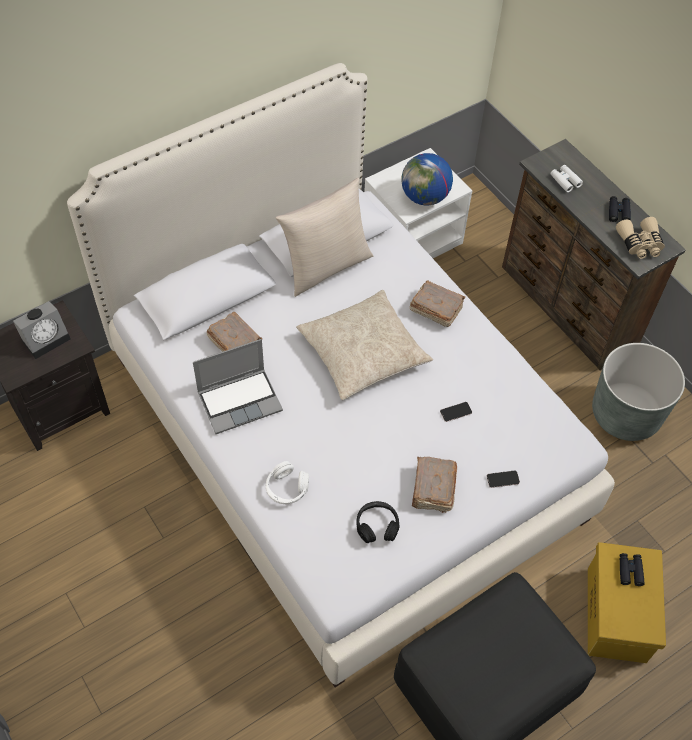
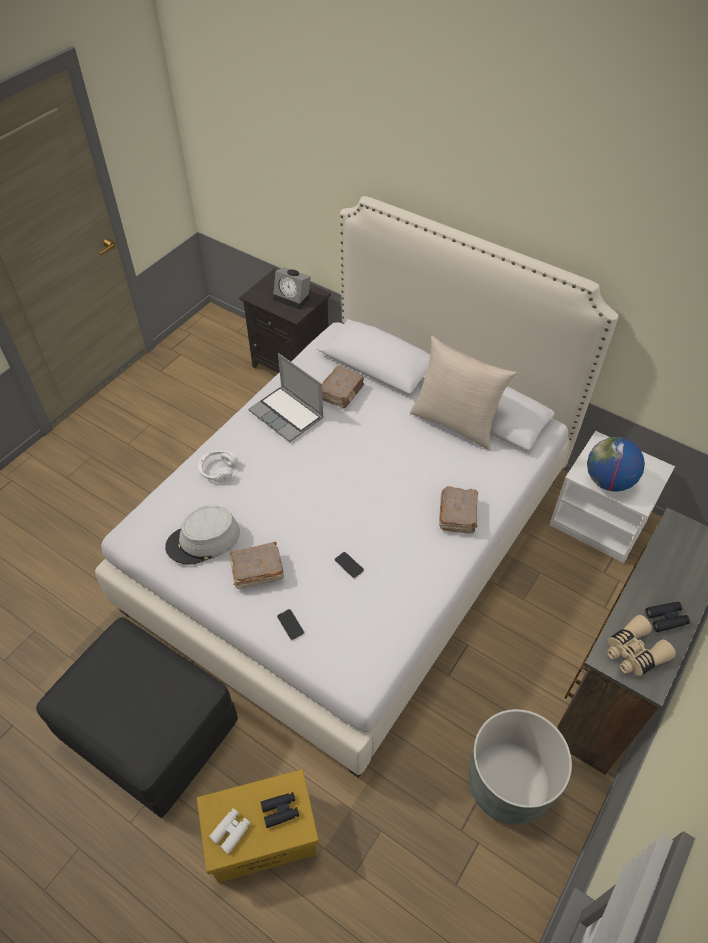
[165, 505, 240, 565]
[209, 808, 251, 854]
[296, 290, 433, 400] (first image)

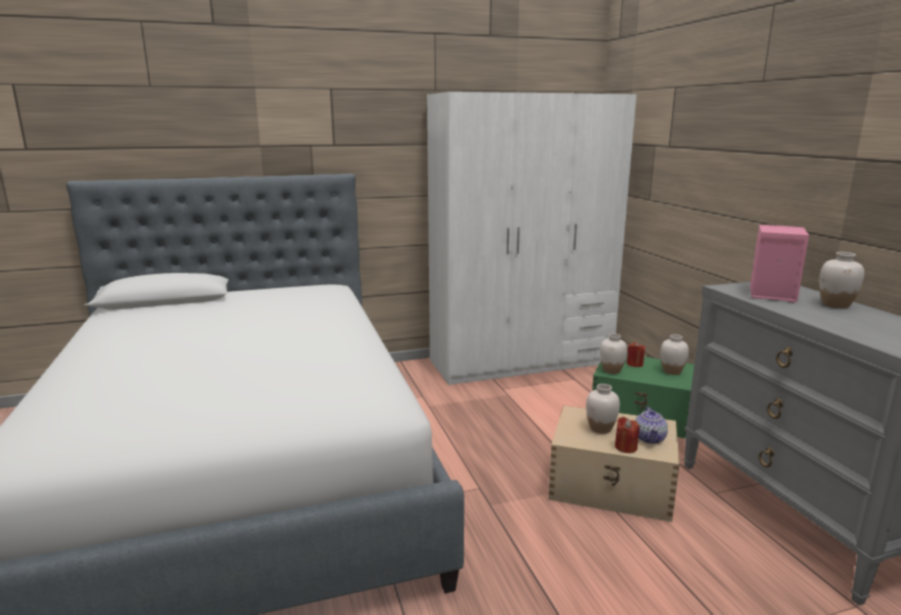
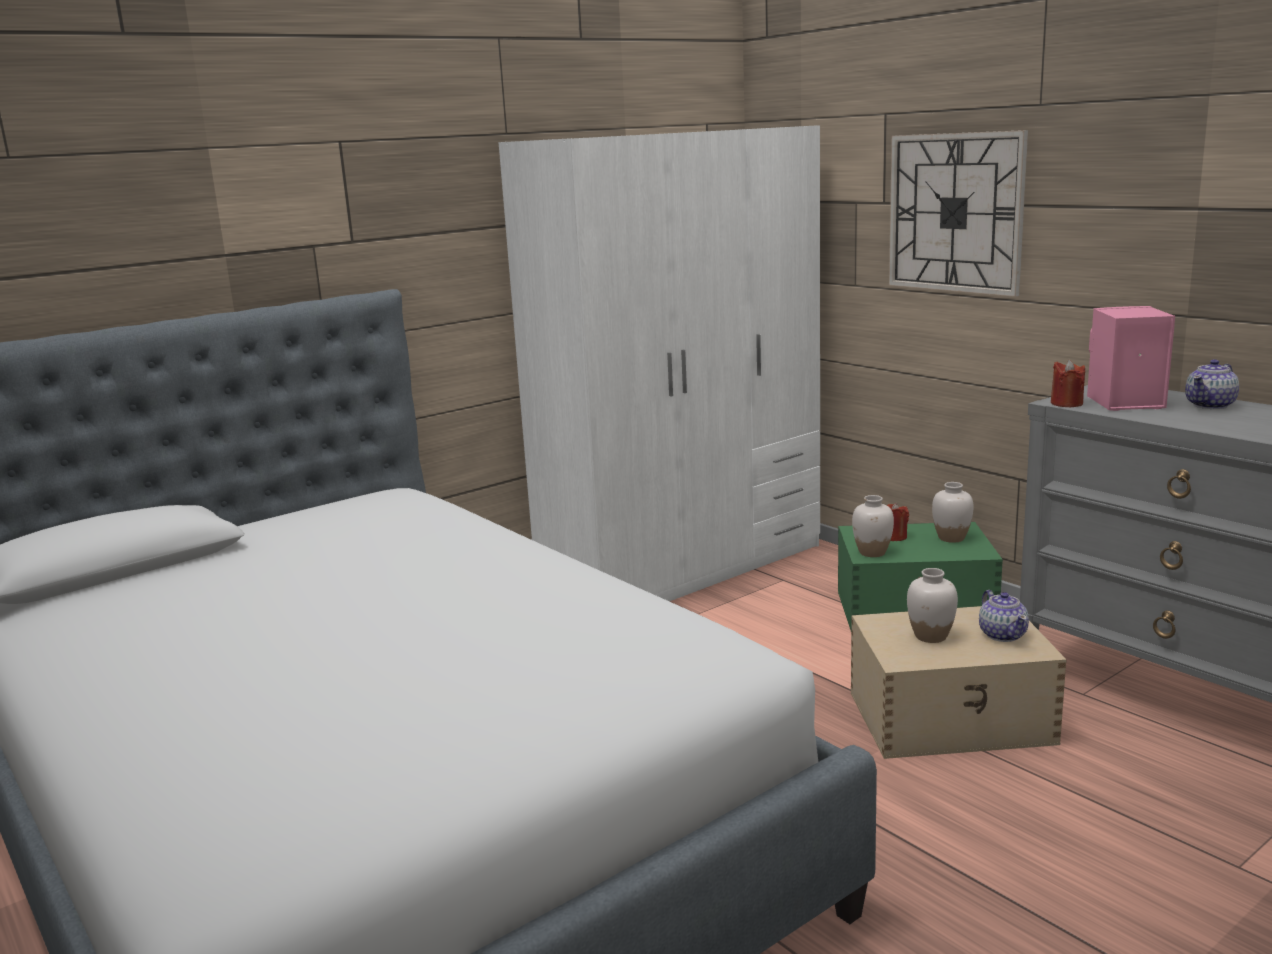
[889, 130, 1028, 297]
[1051, 360, 1085, 407]
[1185, 359, 1239, 409]

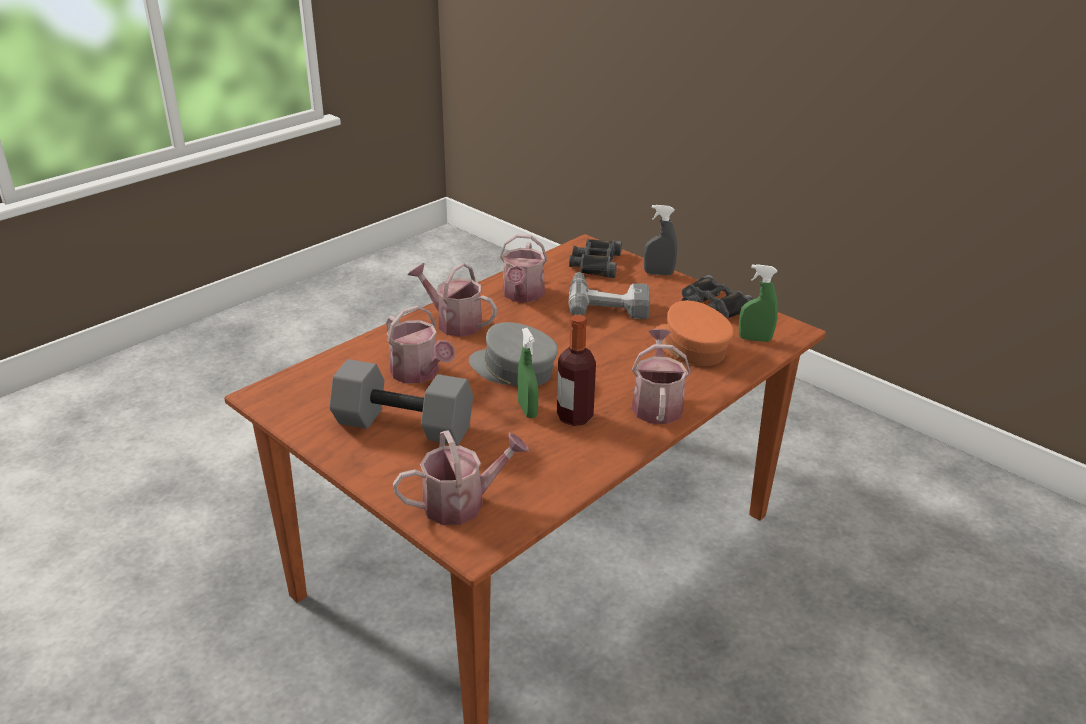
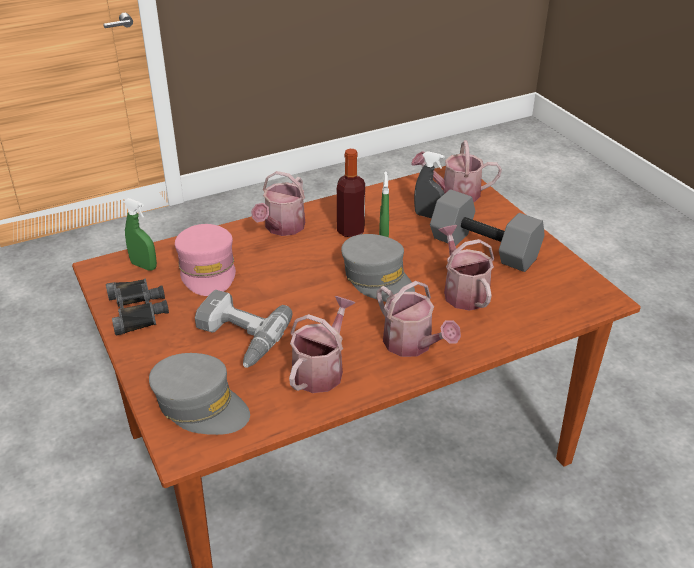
[149, 353, 250, 435]
[175, 224, 236, 296]
[414, 151, 445, 218]

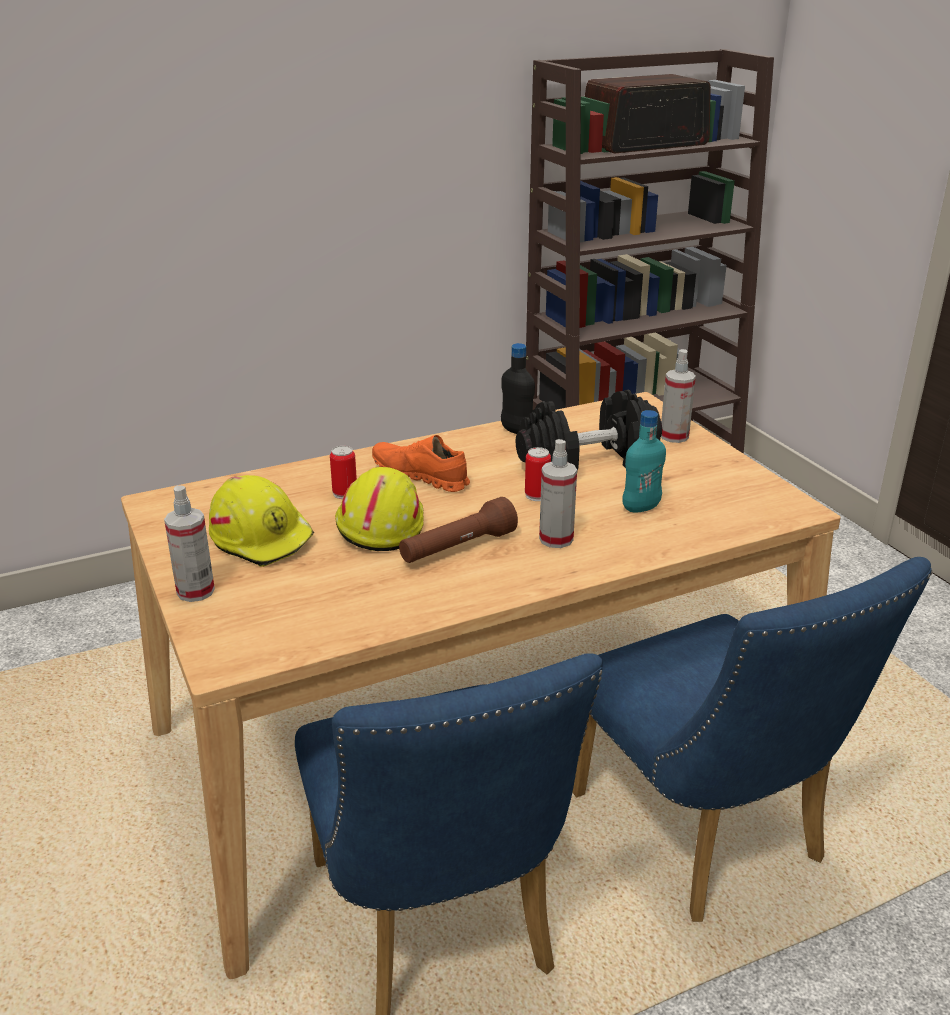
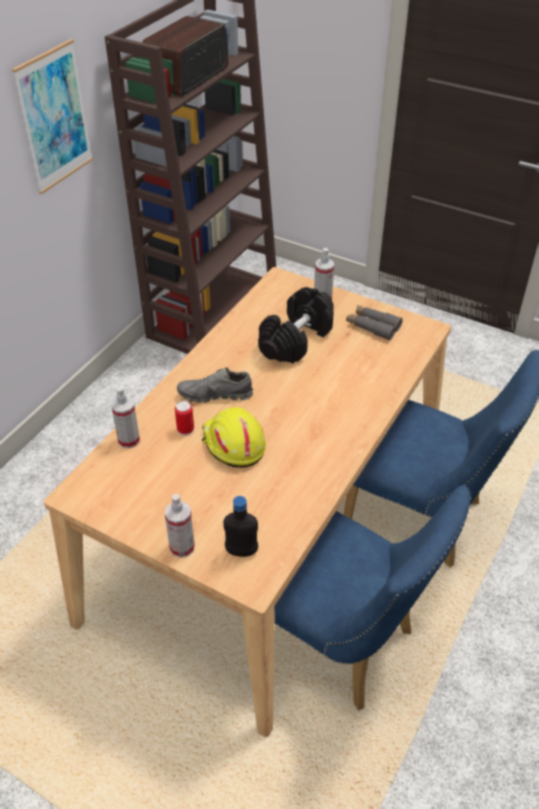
[12, 39, 93, 194]
[111, 387, 140, 449]
[177, 367, 253, 403]
[223, 496, 258, 557]
[346, 305, 403, 340]
[209, 475, 314, 567] (first image)
[399, 497, 518, 563] (first image)
[525, 447, 551, 501] (first image)
[622, 410, 666, 512] (first image)

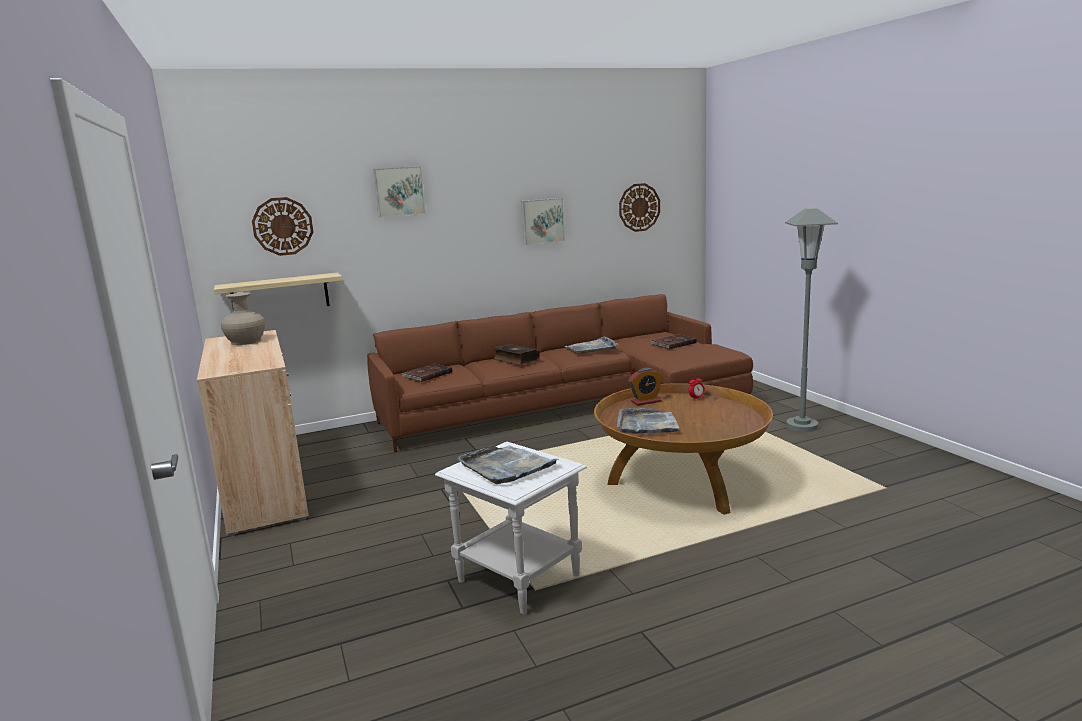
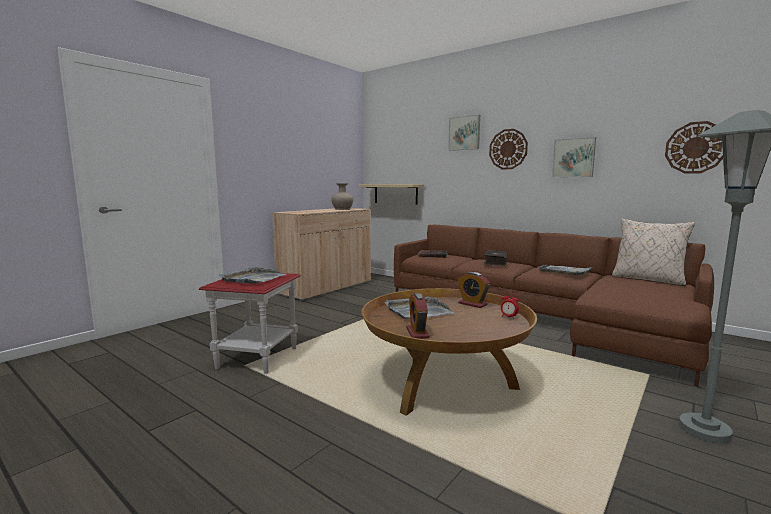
[199, 273, 301, 374]
[406, 293, 430, 339]
[489, 129, 528, 169]
[612, 219, 695, 286]
[651, 334, 697, 349] (first image)

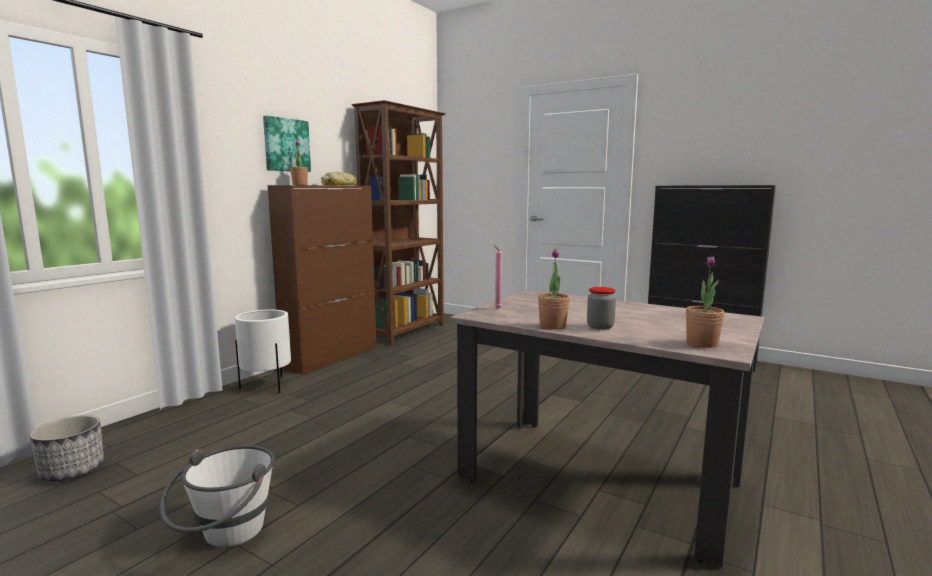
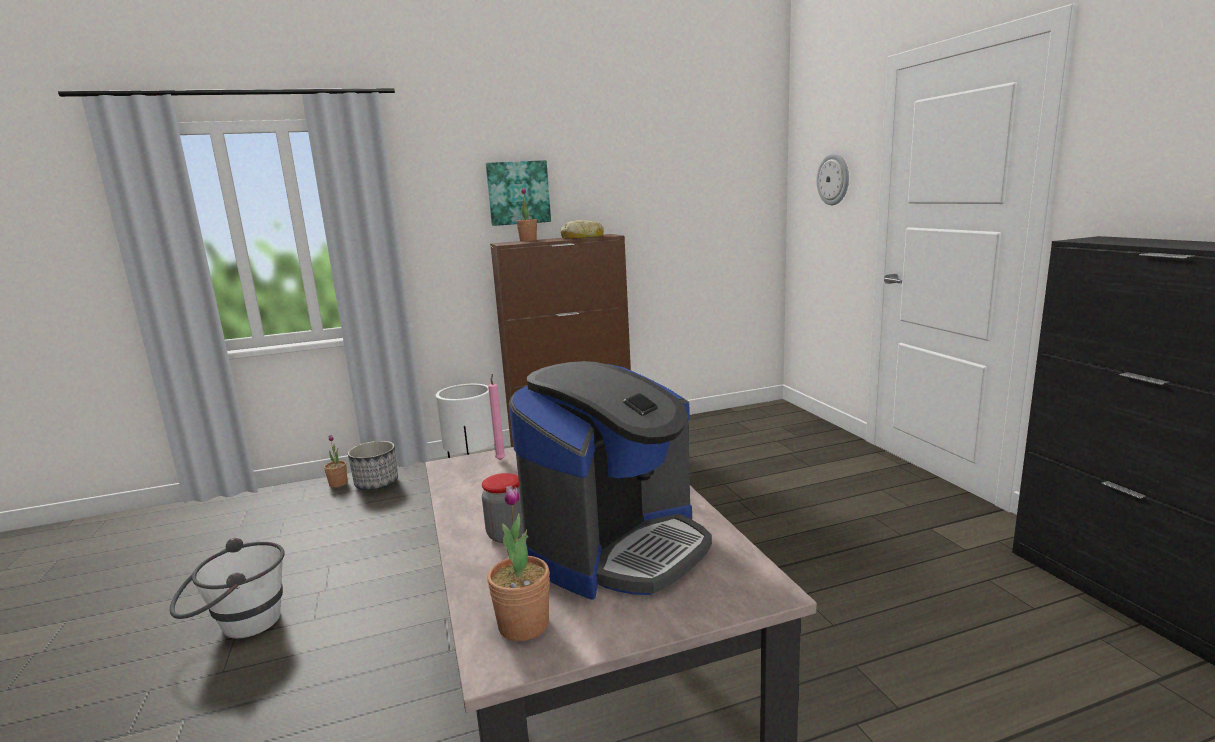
[324, 435, 348, 488]
[348, 441, 398, 490]
[509, 361, 712, 599]
[816, 153, 849, 205]
[352, 100, 446, 345] (first image)

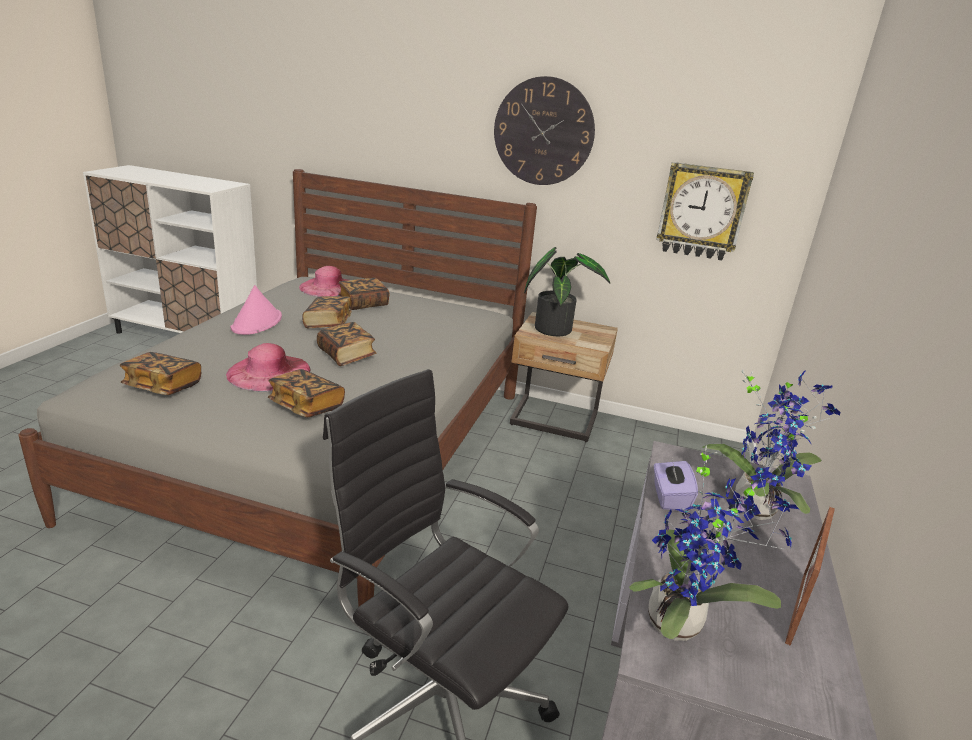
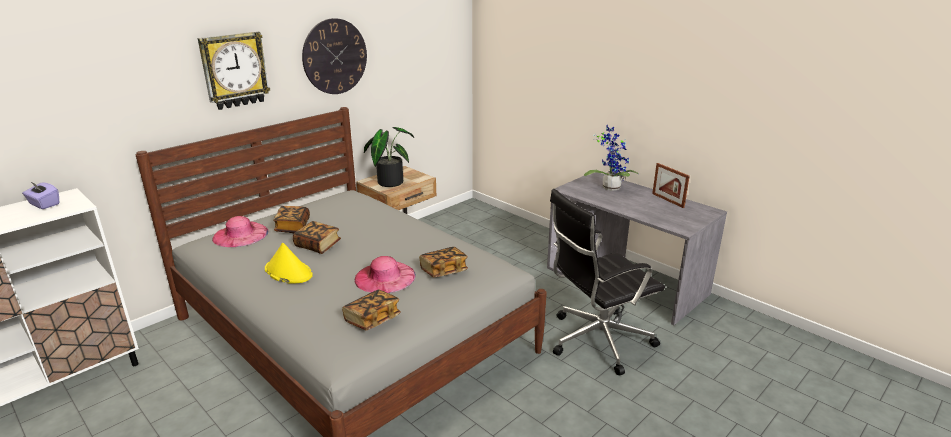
[22, 181, 59, 209]
[198, 32, 270, 110]
[265, 243, 313, 284]
[317, 322, 376, 366] (first image)
[629, 445, 799, 641] (first image)

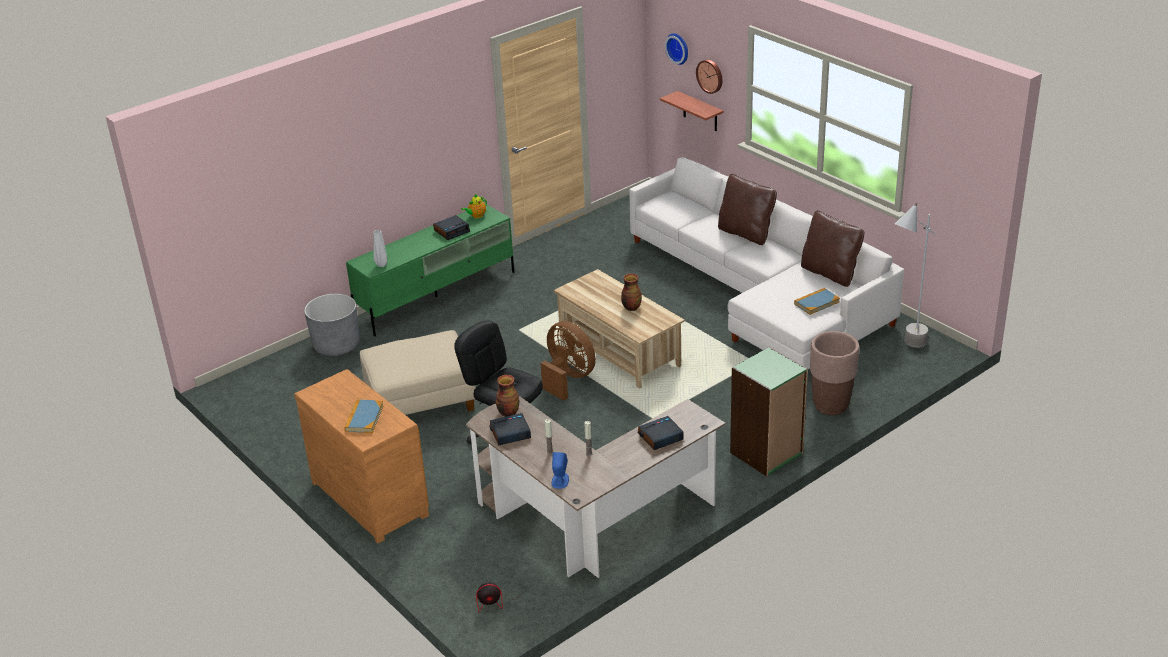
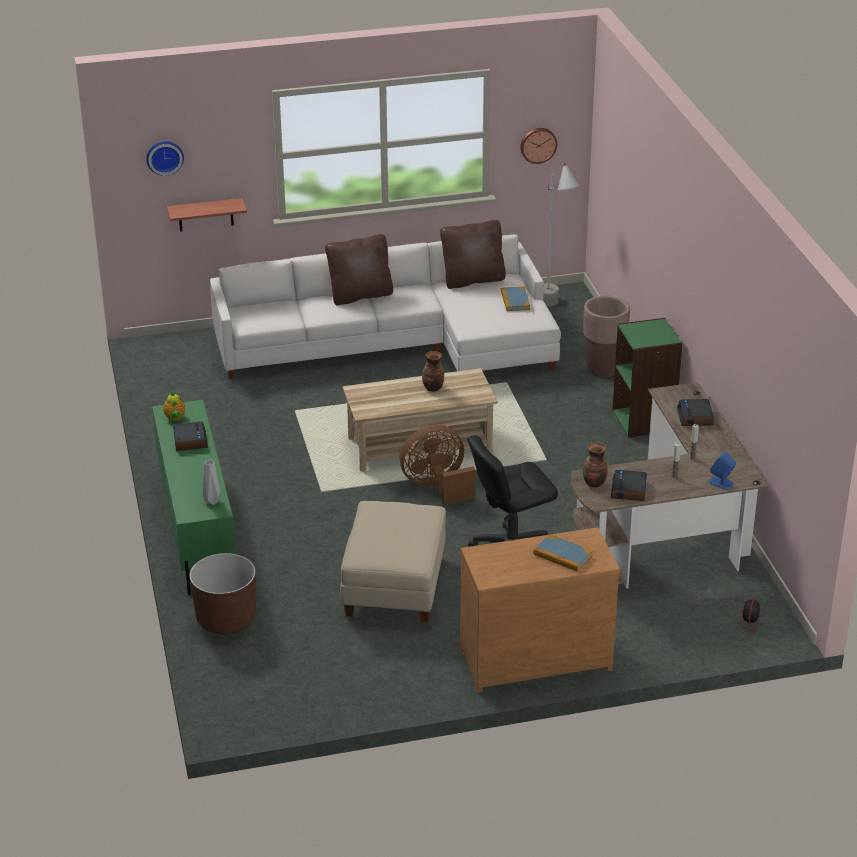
[189, 553, 256, 635]
[520, 128, 557, 164]

